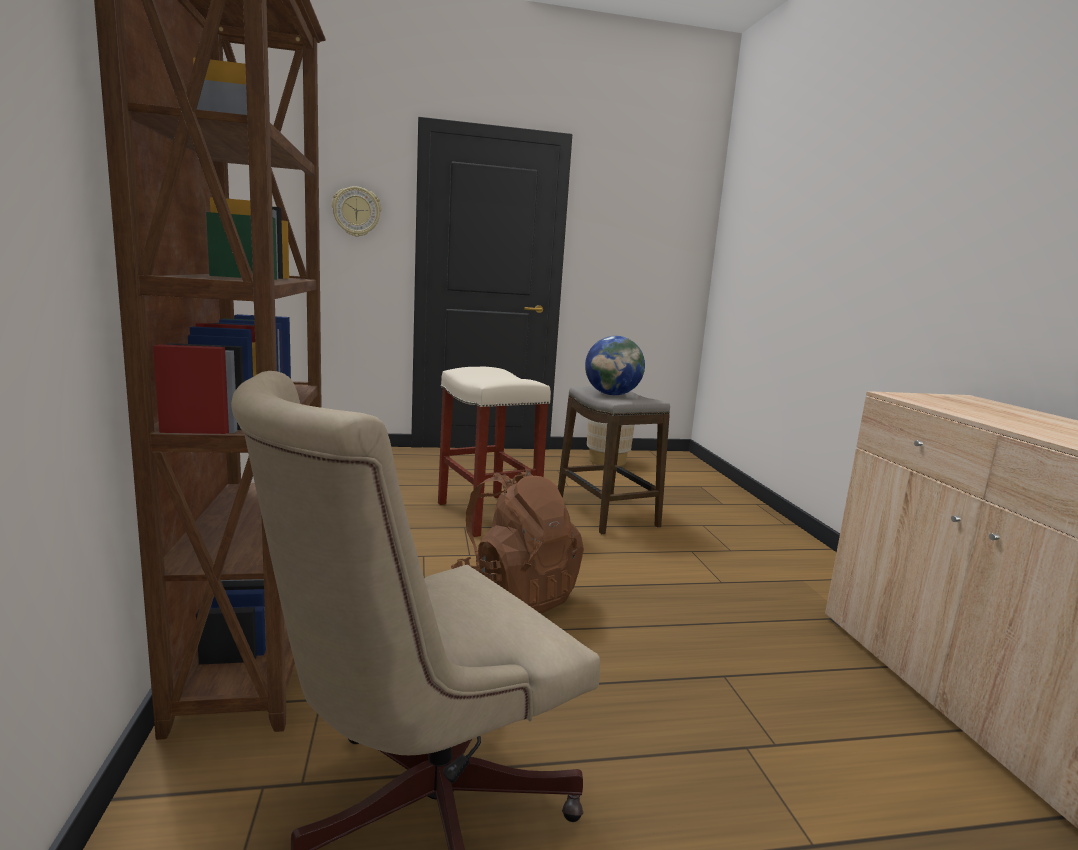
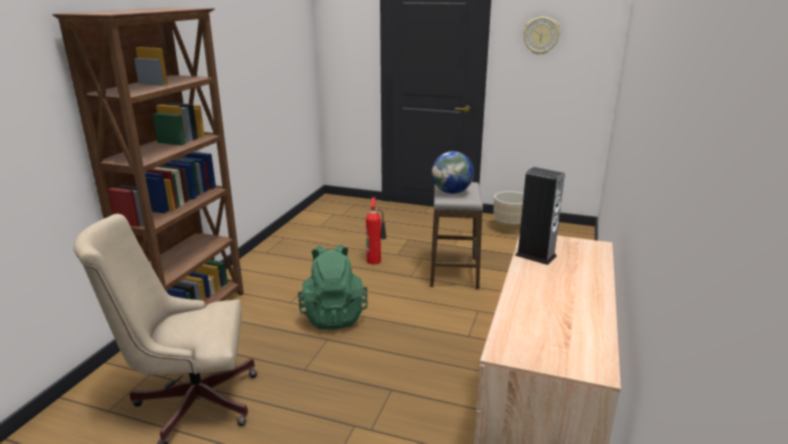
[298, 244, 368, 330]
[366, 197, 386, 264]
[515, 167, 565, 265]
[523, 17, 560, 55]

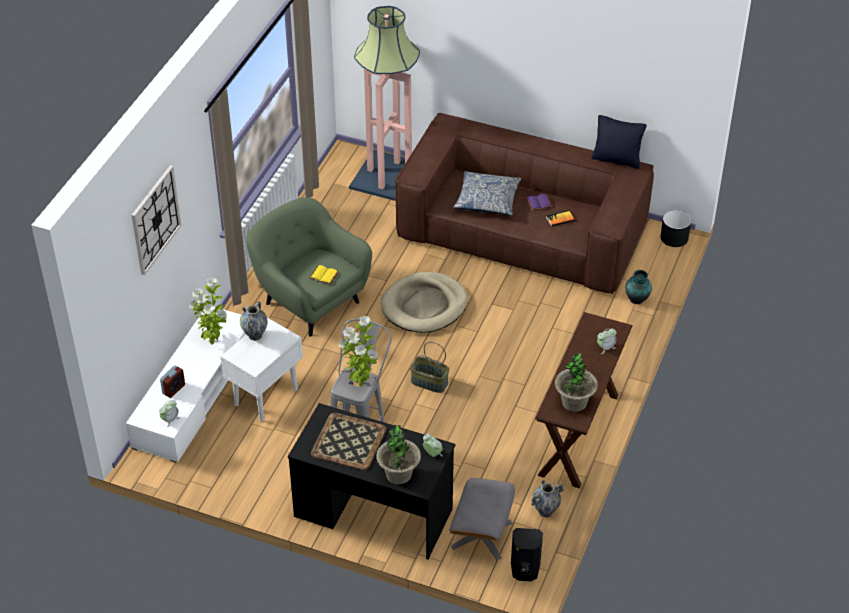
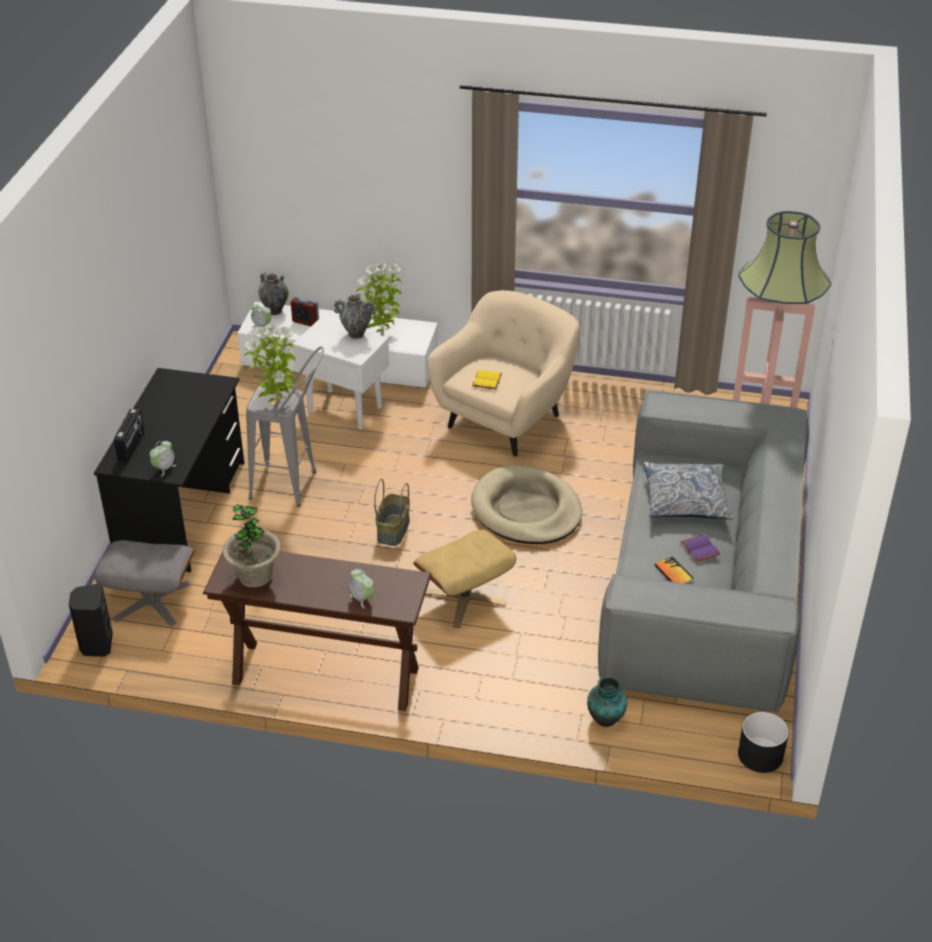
[114, 409, 144, 462]
[259, 272, 288, 315]
[413, 529, 516, 628]
[427, 290, 580, 456]
[598, 389, 809, 713]
[131, 166, 181, 275] (first image)
[311, 413, 386, 470] (first image)
[592, 115, 647, 169] (first image)

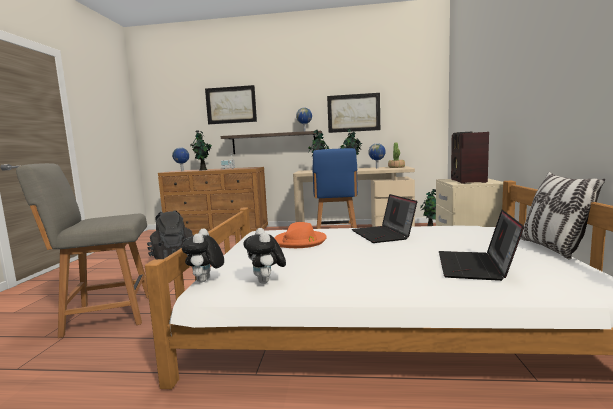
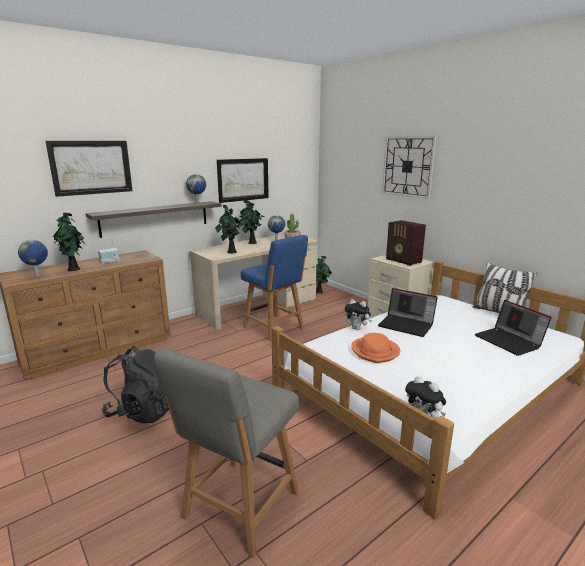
[345, 299, 372, 330]
[382, 136, 437, 199]

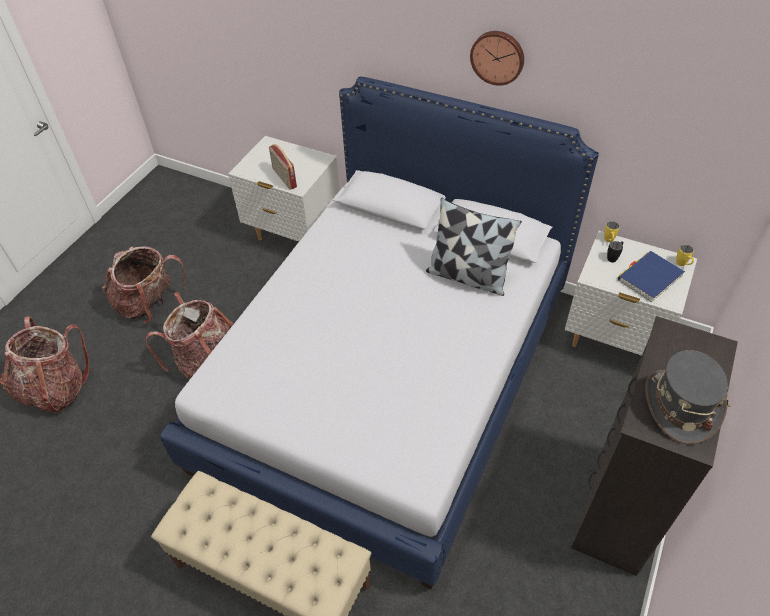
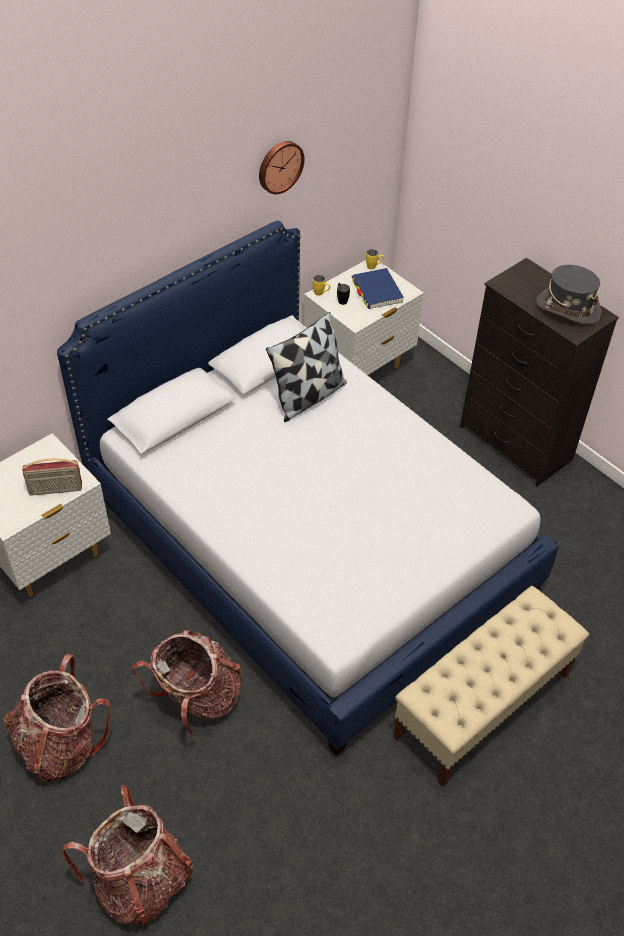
[259, 141, 305, 194]

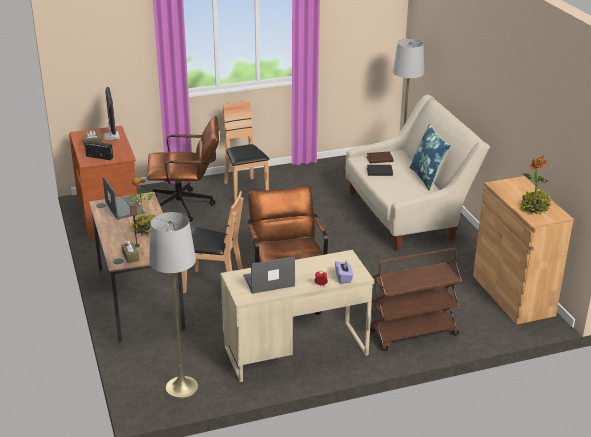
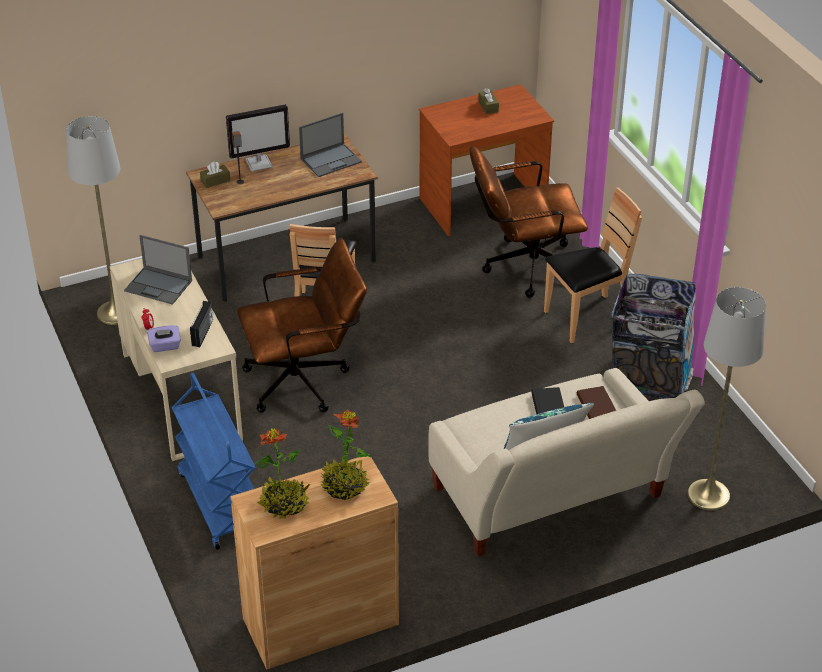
[124, 235, 192, 305]
[172, 373, 255, 550]
[190, 301, 213, 347]
[226, 104, 290, 171]
[321, 409, 372, 500]
[469, 146, 588, 298]
[611, 274, 696, 399]

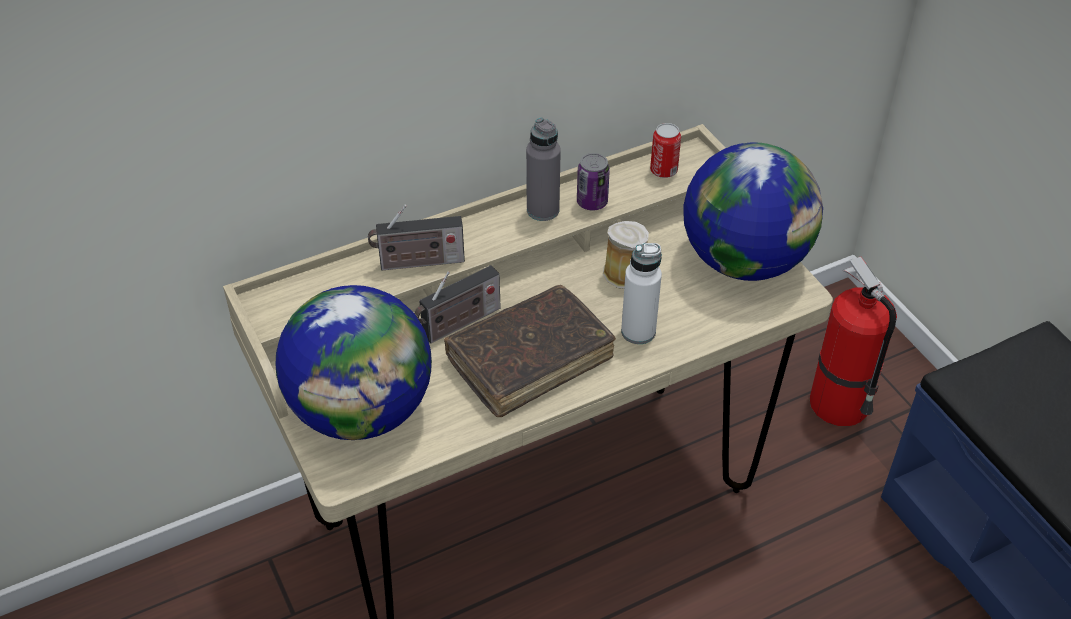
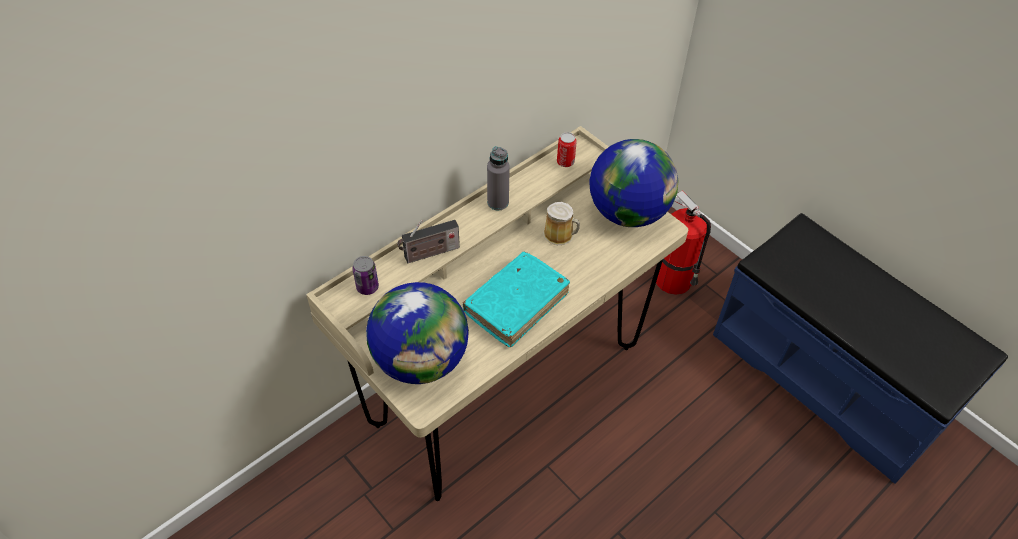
[352, 256, 379, 295]
[463, 252, 570, 347]
[414, 265, 501, 344] (first image)
[621, 243, 662, 344] (first image)

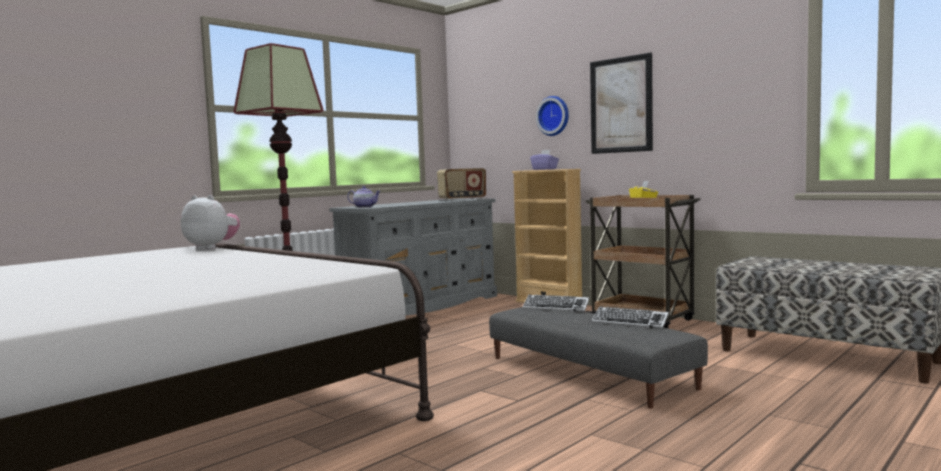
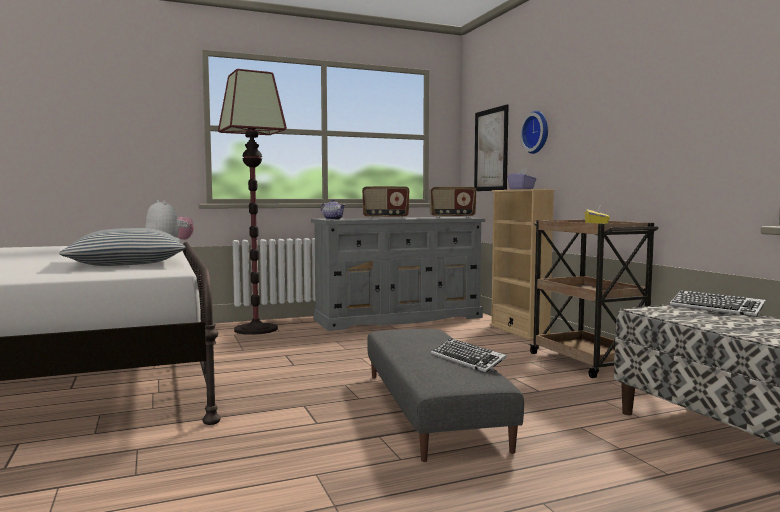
[60, 228, 185, 266]
[362, 186, 409, 219]
[474, 104, 508, 191]
[670, 290, 766, 317]

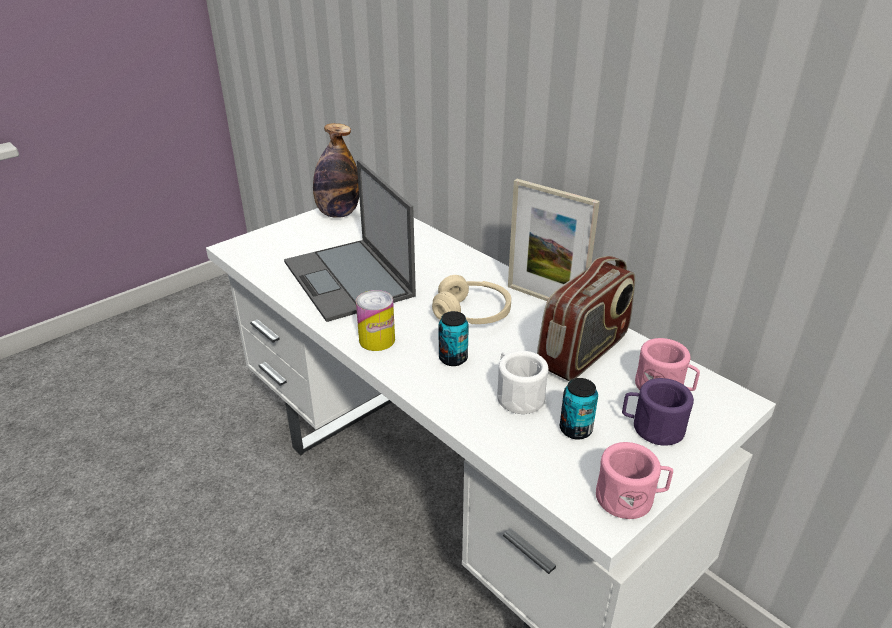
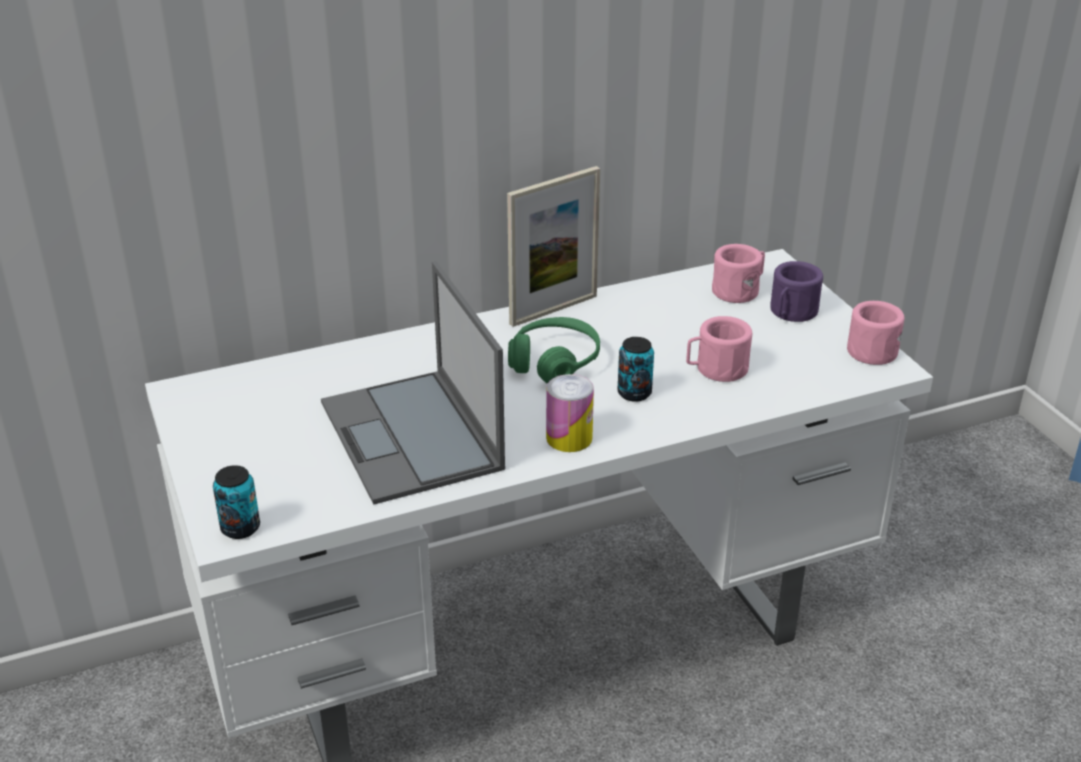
[213, 465, 260, 539]
[321, 261, 505, 504]
[508, 317, 600, 384]
[686, 316, 752, 382]
[313, 123, 359, 218] (first image)
[537, 256, 635, 381] (first image)

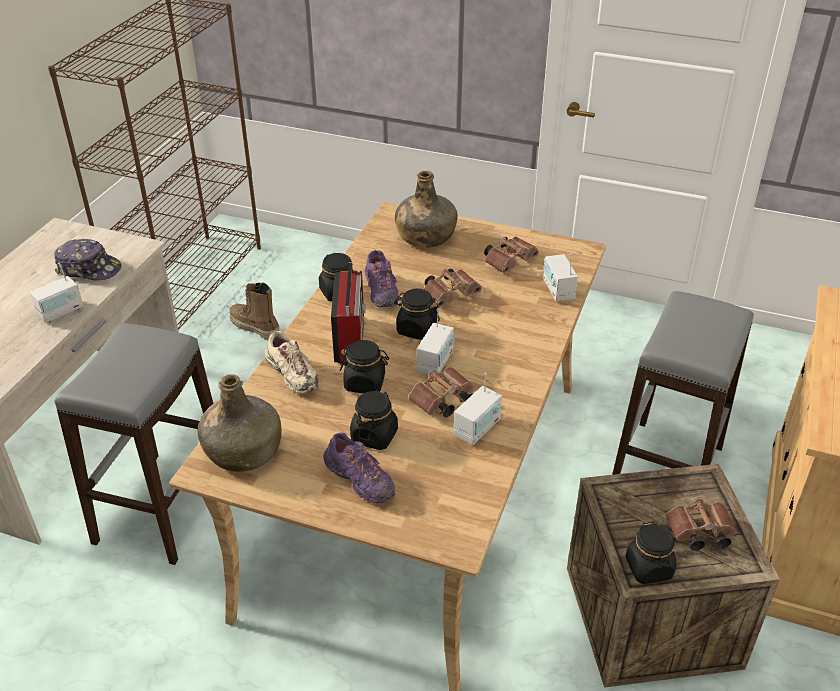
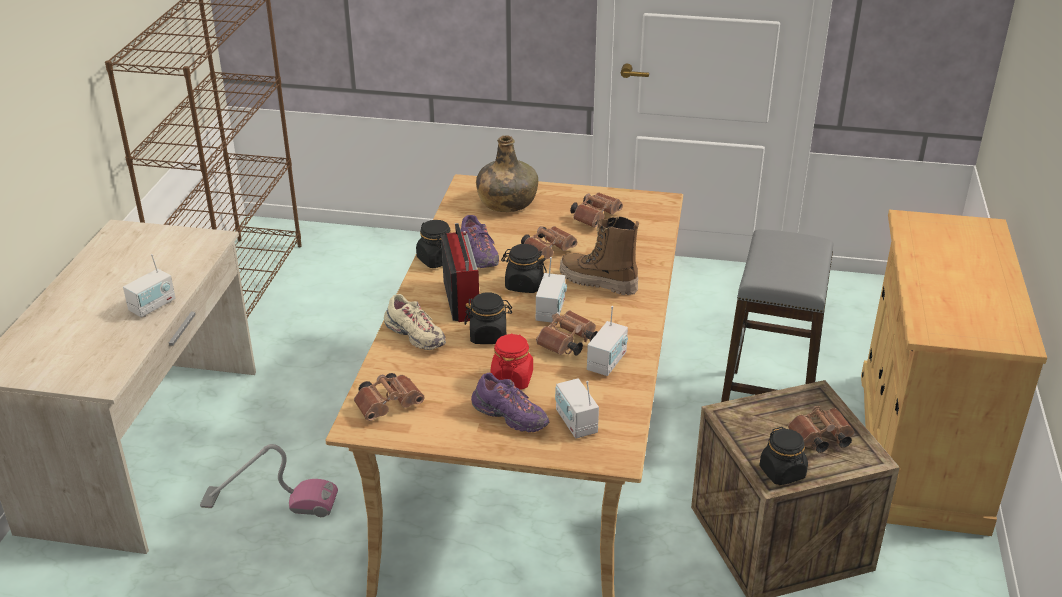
[200, 444, 338, 517]
[354, 373, 425, 421]
[490, 333, 533, 390]
[555, 378, 599, 438]
[560, 216, 639, 295]
[54, 239, 122, 280] (first image)

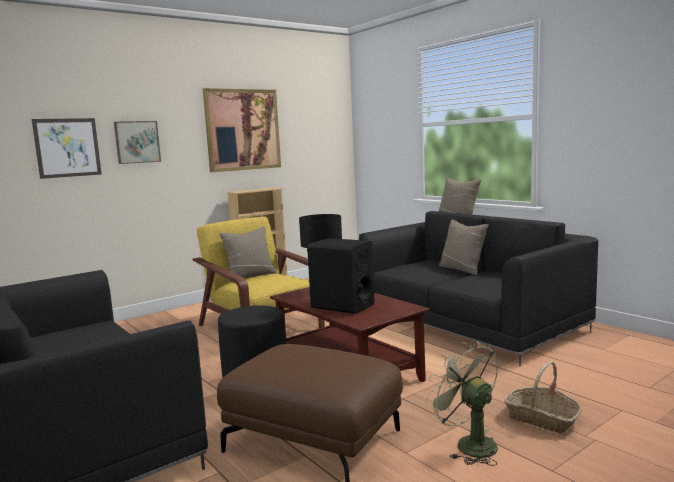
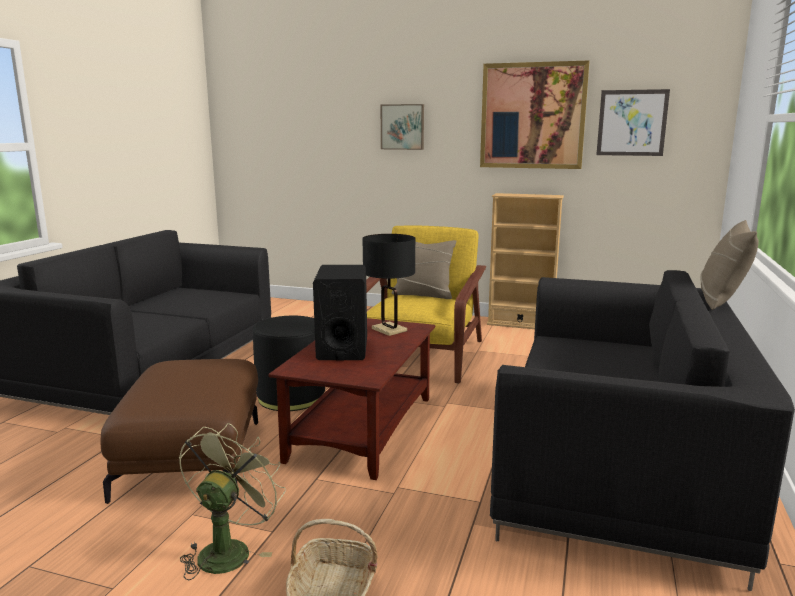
[596, 89, 670, 156]
[439, 219, 489, 275] (first image)

